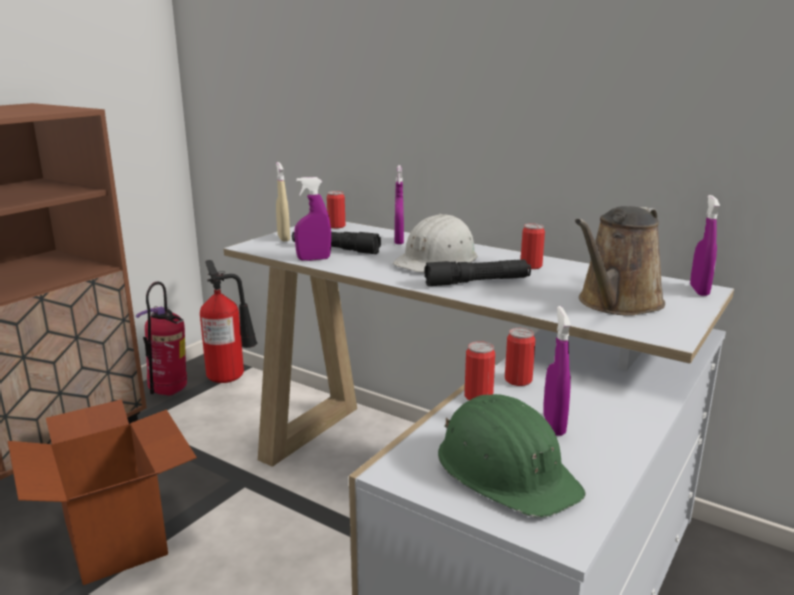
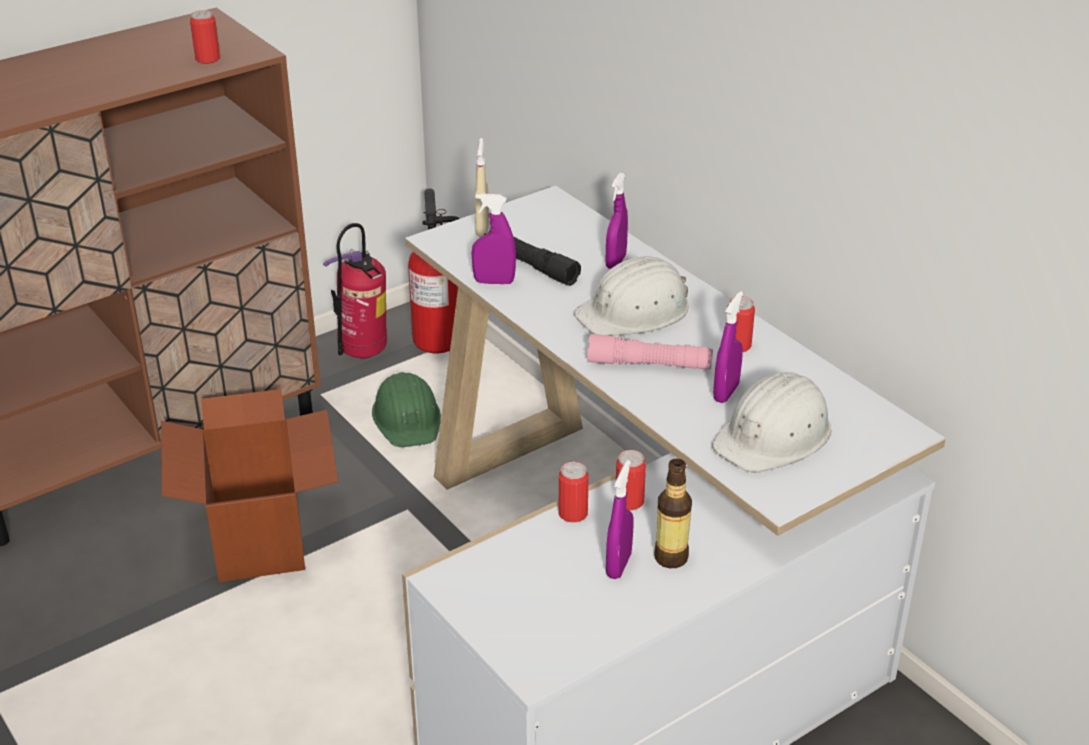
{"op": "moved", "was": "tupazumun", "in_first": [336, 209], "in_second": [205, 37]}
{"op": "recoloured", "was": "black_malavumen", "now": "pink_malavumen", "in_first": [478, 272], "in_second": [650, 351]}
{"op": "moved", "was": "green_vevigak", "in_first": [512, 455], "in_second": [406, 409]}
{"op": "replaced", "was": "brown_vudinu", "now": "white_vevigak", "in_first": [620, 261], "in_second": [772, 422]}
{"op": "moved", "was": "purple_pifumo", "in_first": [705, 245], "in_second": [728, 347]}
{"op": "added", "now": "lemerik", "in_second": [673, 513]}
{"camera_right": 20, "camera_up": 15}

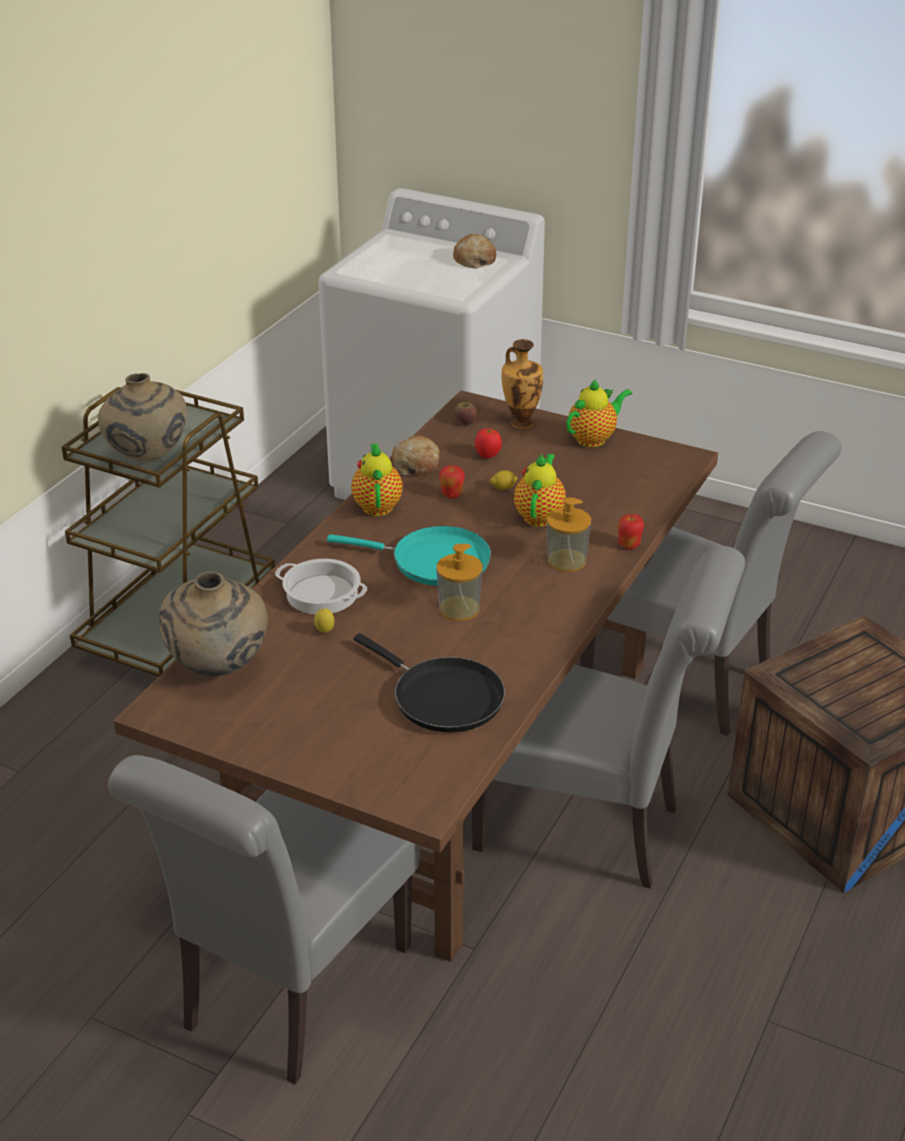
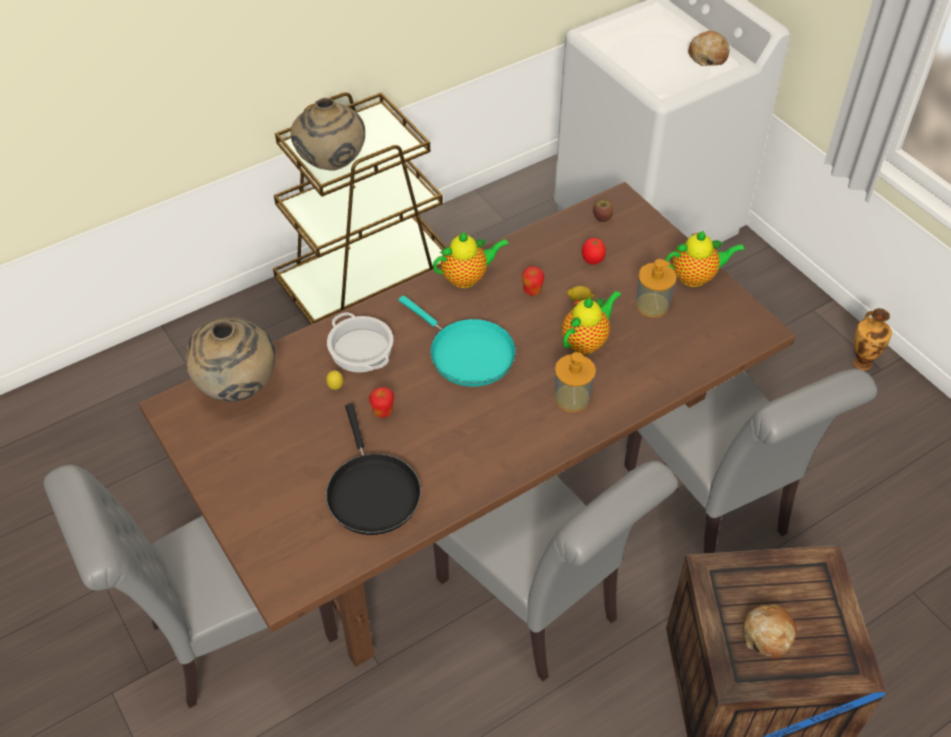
{"op": "turned", "was": "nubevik", "in_first": [377, 480], "in_second": [471, 260], "clockwise": 45}
{"op": "moved", "was": "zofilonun", "in_first": [416, 455], "in_second": [770, 631]}
{"op": "moved", "was": "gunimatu", "in_first": [459, 582], "in_second": [656, 288]}
{"op": "moved", "was": "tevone", "in_first": [522, 384], "in_second": [873, 339]}
{"op": "moved", "was": "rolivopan", "in_first": [631, 532], "in_second": [381, 402]}
{"camera_right": 30, "camera_up": 15}

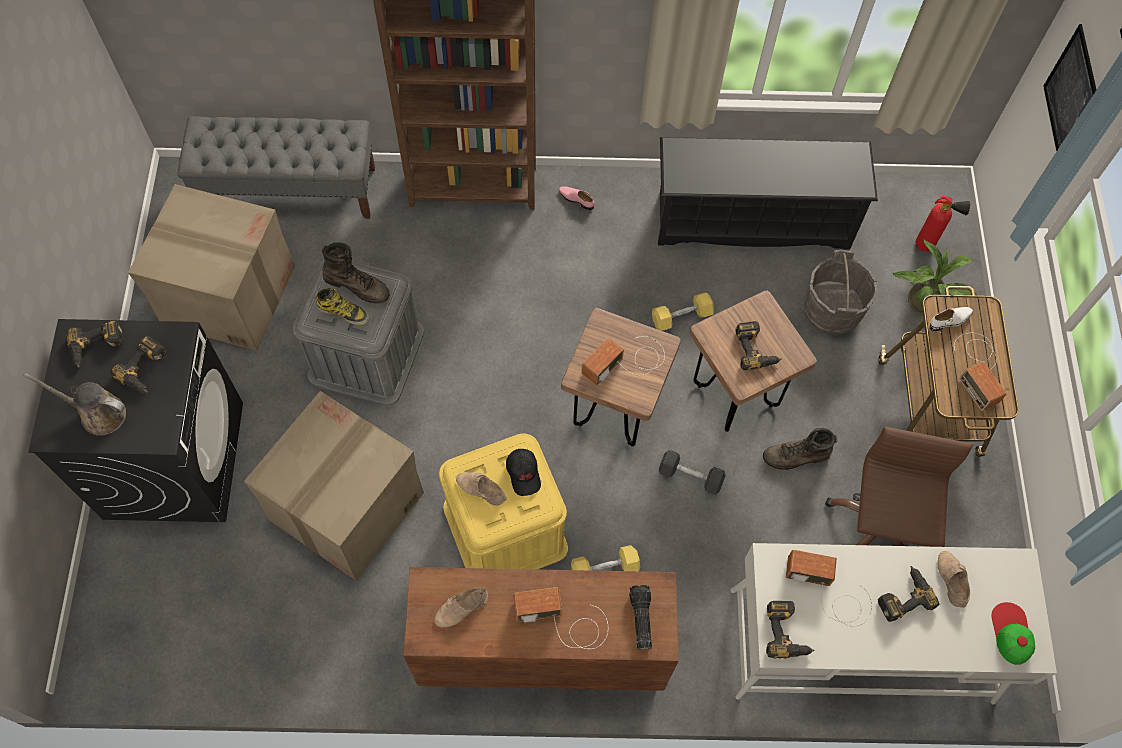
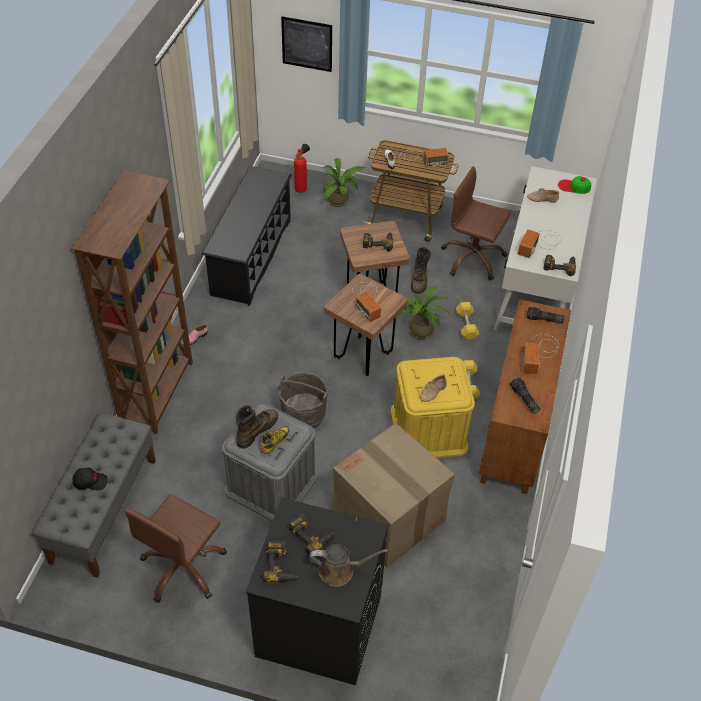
{"op": "turned", "was": "brown_vudinu", "in_first": [74, 404], "in_second": [348, 565], "clockwise": -120}
{"op": "replaced", "was": "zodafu", "now": "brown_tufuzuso", "in_first": [211, 267], "in_second": [175, 548]}
{"op": "replaced", "was": "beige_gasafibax", "now": "malavumen", "in_first": [461, 607], "in_second": [525, 395]}
{"op": "moved", "was": "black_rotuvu", "in_first": [523, 472], "in_second": [90, 479]}
{"op": "moved", "was": "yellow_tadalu", "in_first": [683, 312], "in_second": [467, 321]}
{"op": "replaced", "was": "grey_tadalu", "now": "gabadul", "in_first": [692, 472], "in_second": [423, 313]}
{"op": "moved", "was": "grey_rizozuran", "in_first": [841, 292], "in_second": [304, 400]}
{"op": "removed", "was": "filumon", "in_first": [909, 594]}
{"camera_right": -75, "camera_up": -15}

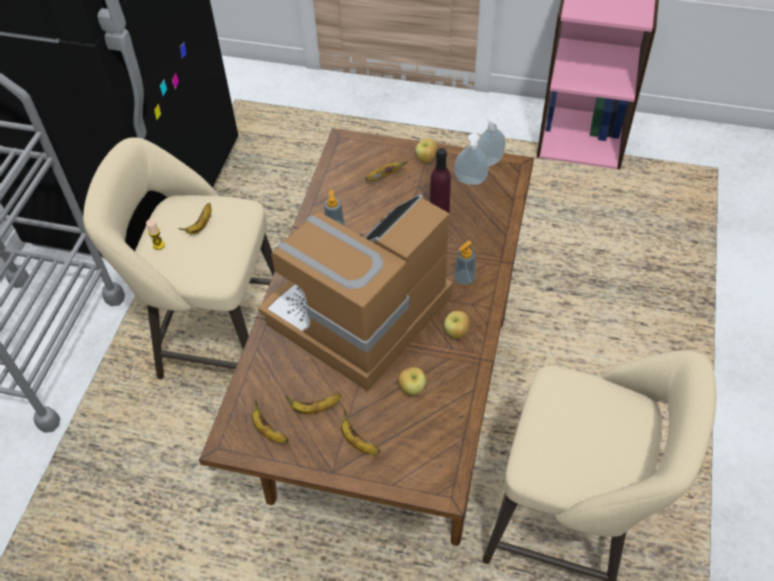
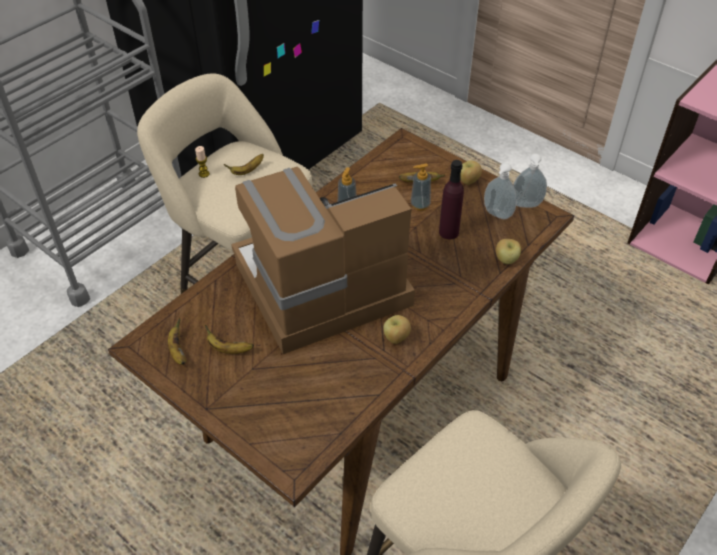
{"op": "removed", "was": "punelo", "in_first": [360, 432]}
{"op": "moved", "was": "rolivopan", "in_first": [412, 381], "in_second": [508, 251]}
{"op": "moved", "was": "gunimatu", "in_first": [465, 264], "in_second": [421, 186]}
{"camera_right": 25, "camera_up": -5}

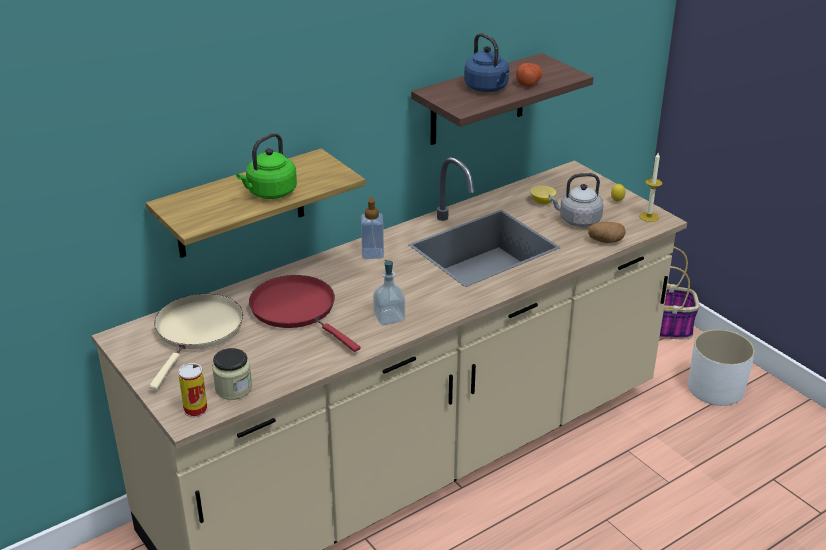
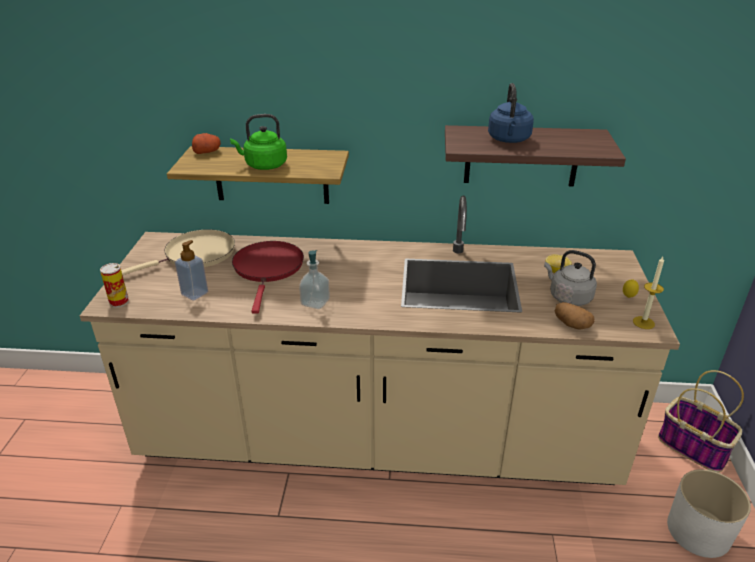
{"op": "removed", "was": "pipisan", "in_first": [232, 374]}
{"op": "moved", "was": "gunimatu", "in_first": [372, 228], "in_second": [191, 270]}
{"op": "moved", "was": "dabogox", "in_first": [529, 75], "in_second": [206, 143]}
{"camera_right": 40, "camera_up": 0}

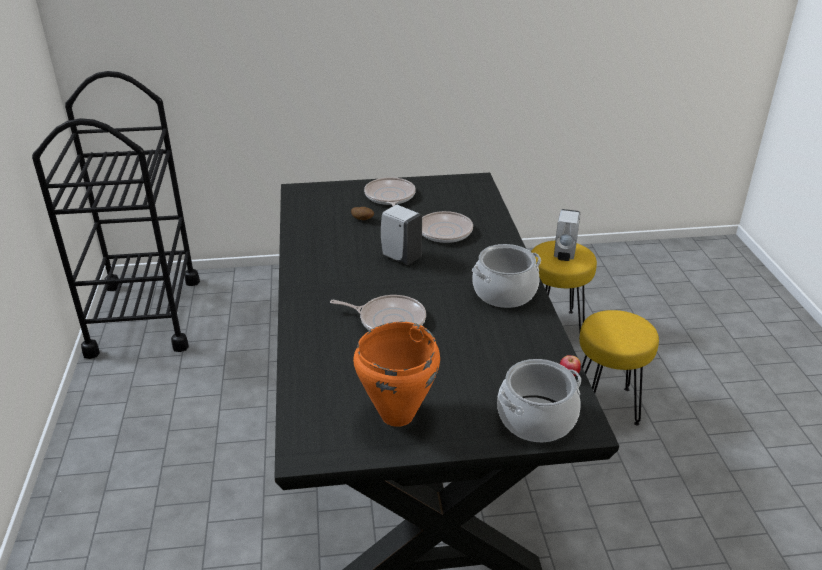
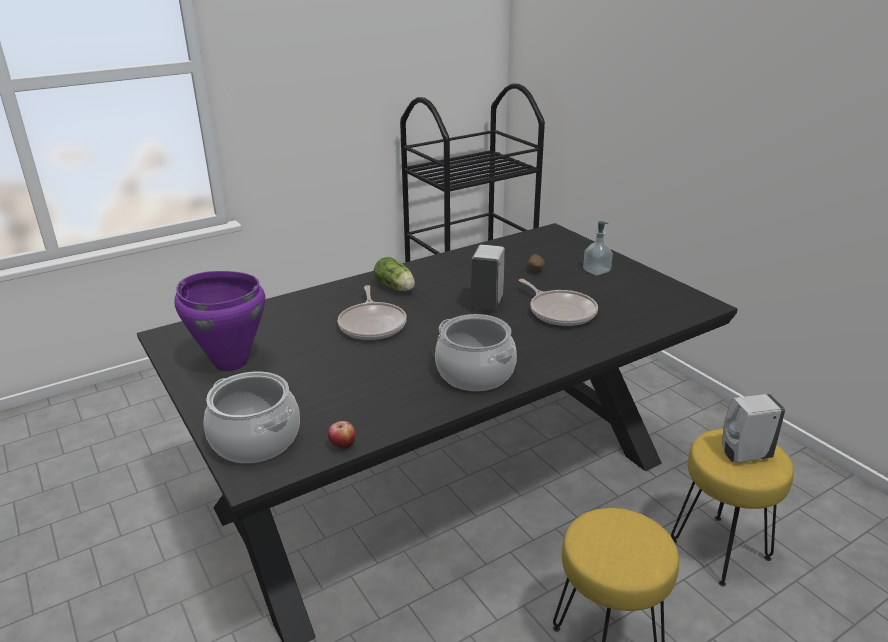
{"op": "recoloured", "was": "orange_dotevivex", "now": "purple_dotevivex", "in_first": [396, 374], "in_second": [219, 321]}
{"op": "replaced", "was": "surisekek", "now": "gunimatu", "in_first": [390, 191], "in_second": [598, 248]}
{"op": "added", "now": "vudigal", "in_second": [394, 274]}
{"camera_right": 65, "camera_up": -5}

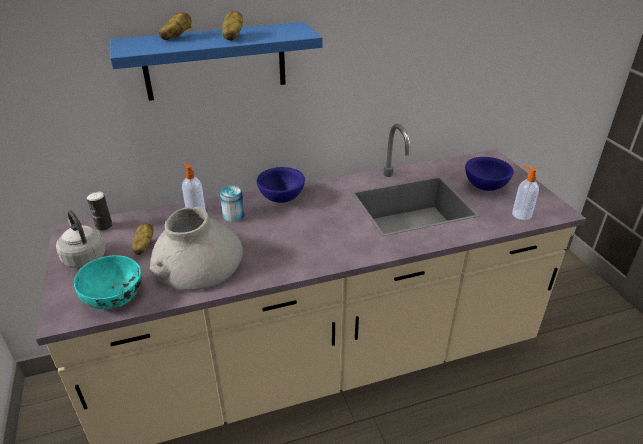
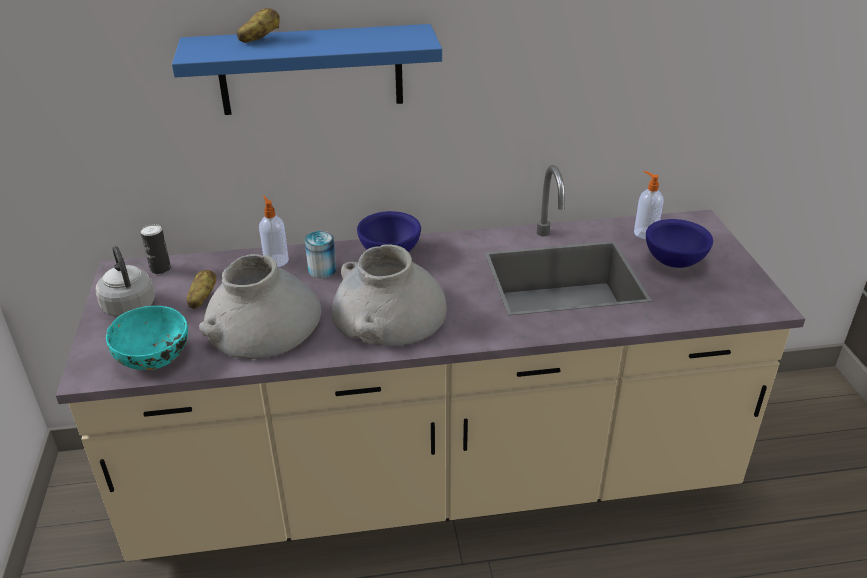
{"op": "removed", "was": "dabogox", "in_first": [232, 26]}
{"op": "moved", "was": "gunimatu", "in_first": [525, 192], "in_second": [649, 205]}
{"op": "added", "now": "grey_tevone", "in_second": [389, 295]}
{"camera_right": 10, "camera_up": 0}

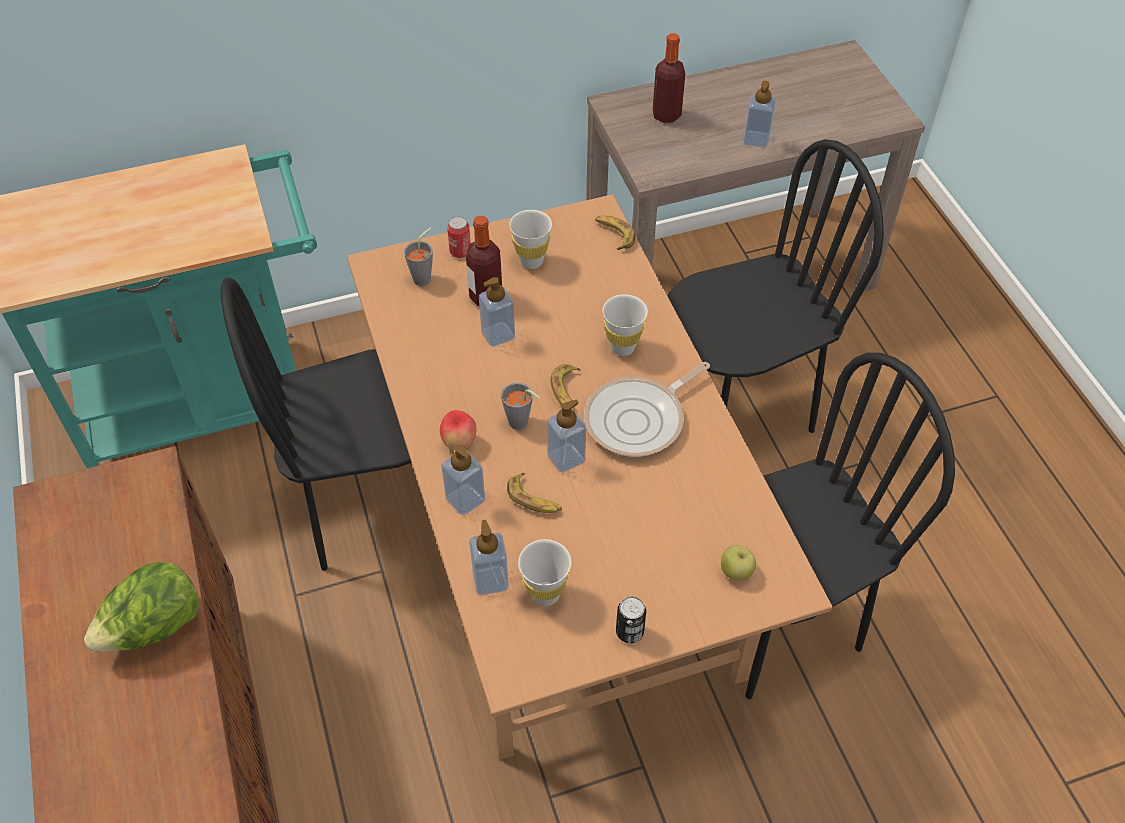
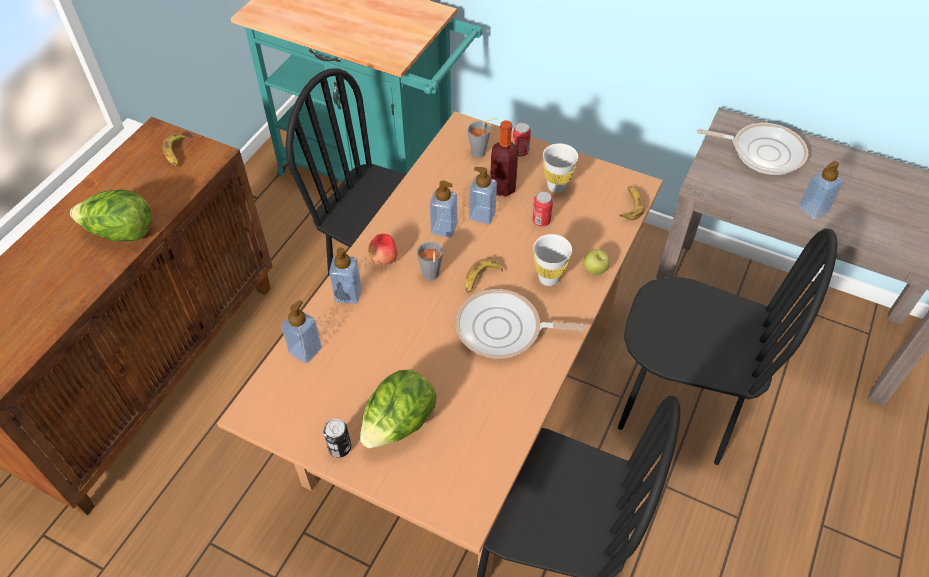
{"op": "moved", "was": "punelo", "in_first": [534, 493], "in_second": [175, 149]}
{"op": "removed", "was": "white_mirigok", "in_first": [544, 572]}
{"op": "moved", "was": "gunimatu", "in_first": [566, 436], "in_second": [443, 208]}
{"op": "replaced", "was": "lemerik", "now": "surisekek", "in_first": [669, 78], "in_second": [752, 149]}
{"op": "moved", "was": "rolivopan", "in_first": [738, 562], "in_second": [596, 262]}
{"op": "added", "now": "vudigal", "in_second": [398, 408]}
{"op": "added", "now": "tupazumun", "in_second": [542, 209]}
{"camera_right": 45, "camera_up": 0}

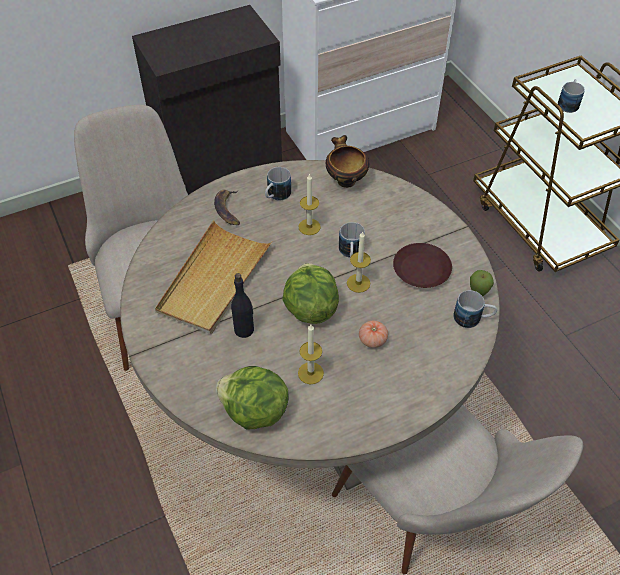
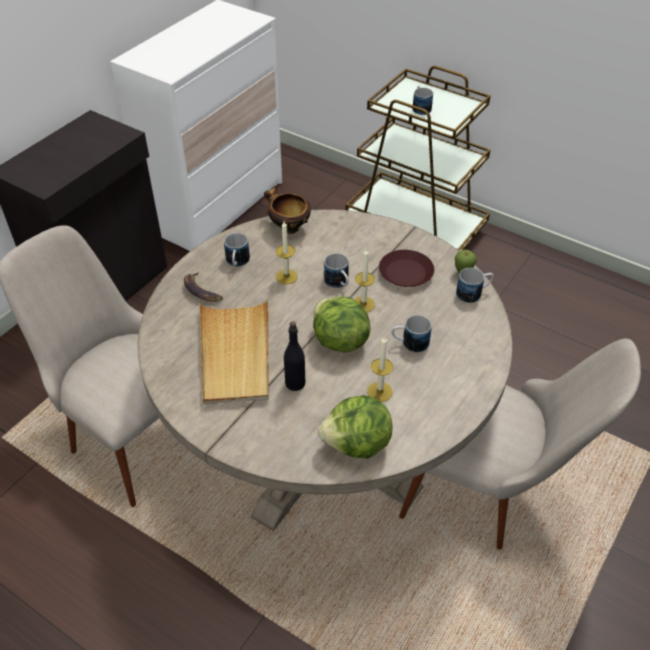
{"op": "replaced", "was": "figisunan", "now": "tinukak", "in_first": [373, 334], "in_second": [411, 333]}
{"camera_right": -30, "camera_up": -5}

